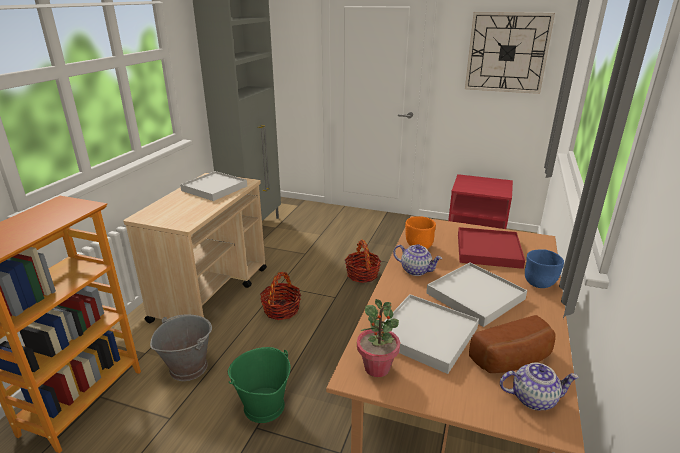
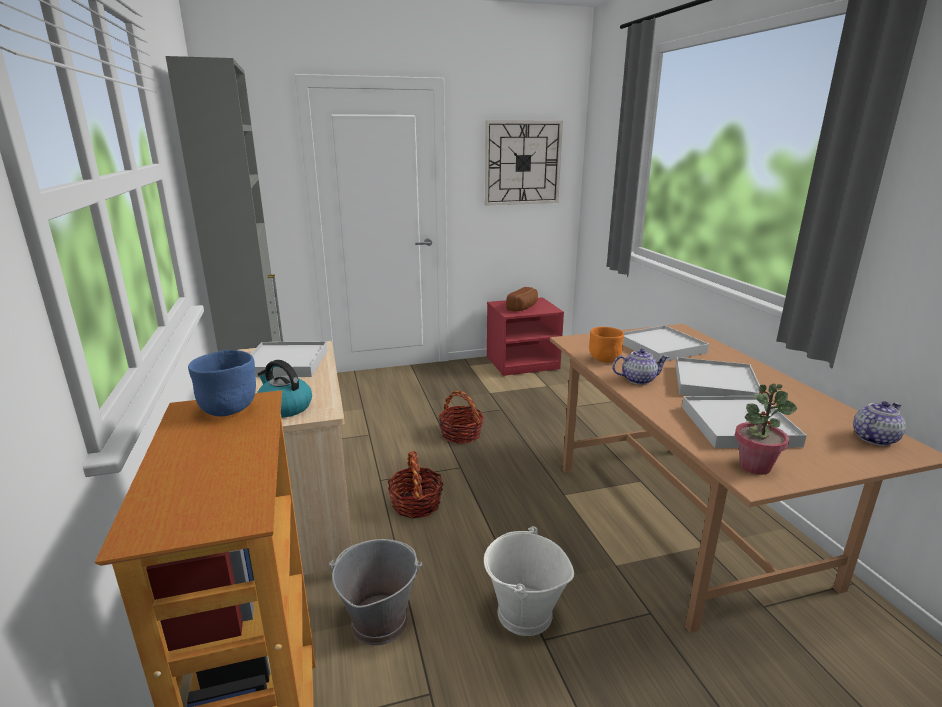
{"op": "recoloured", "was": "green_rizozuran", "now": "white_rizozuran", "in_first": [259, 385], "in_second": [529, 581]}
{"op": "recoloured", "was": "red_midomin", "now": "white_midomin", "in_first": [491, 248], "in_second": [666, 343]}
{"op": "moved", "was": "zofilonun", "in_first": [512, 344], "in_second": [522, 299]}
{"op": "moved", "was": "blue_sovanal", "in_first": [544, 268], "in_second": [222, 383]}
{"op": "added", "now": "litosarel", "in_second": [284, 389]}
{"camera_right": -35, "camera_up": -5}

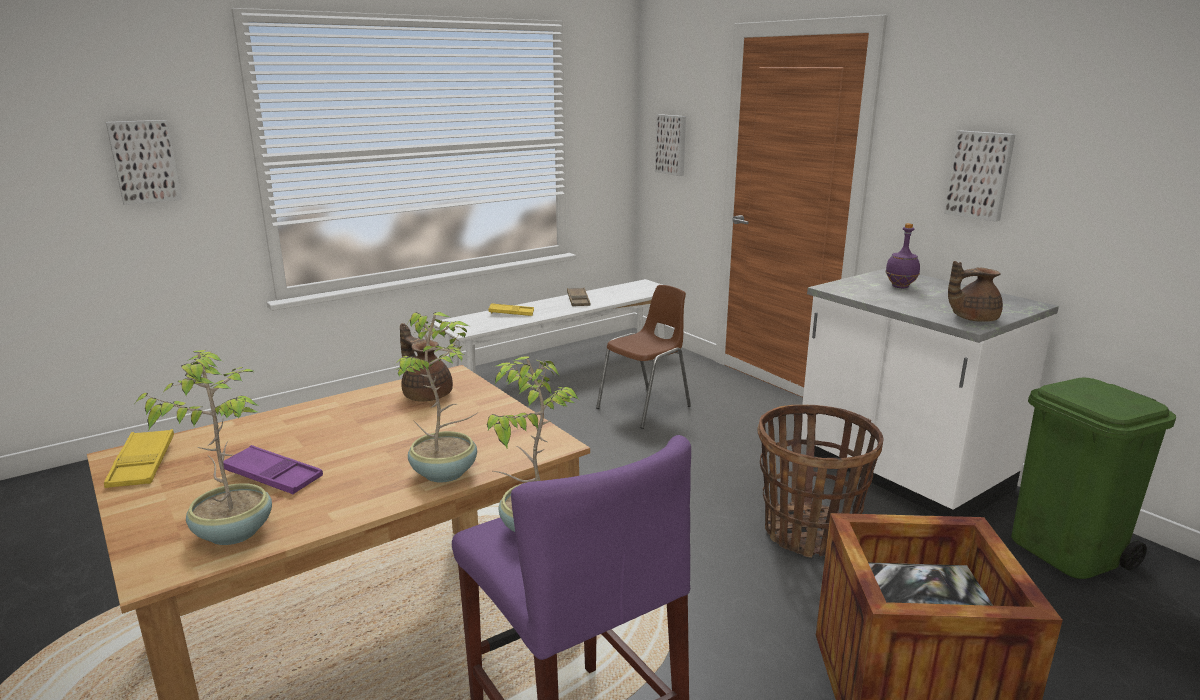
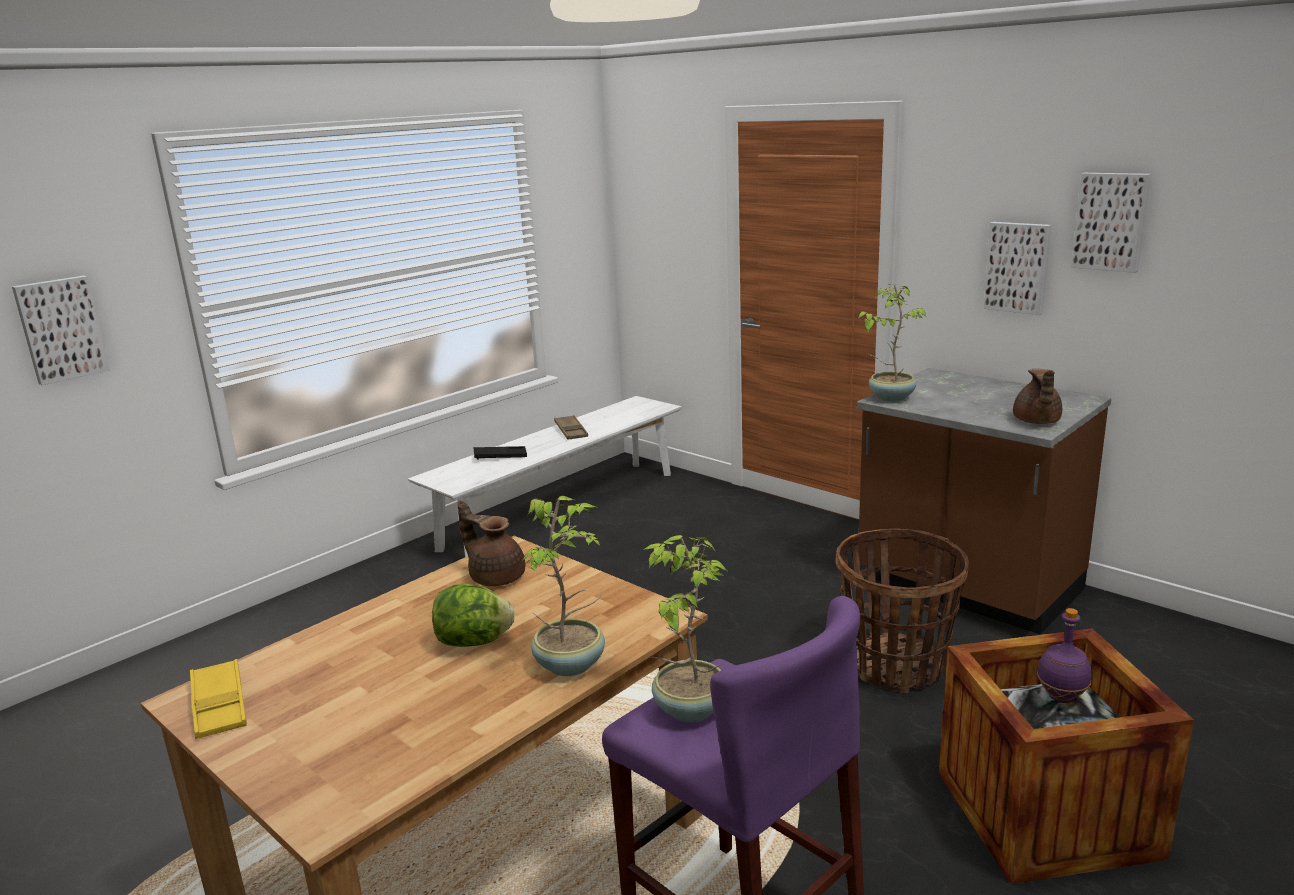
{"op": "moved", "was": "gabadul", "in_first": [203, 447], "in_second": [892, 343]}
{"op": "removed", "was": "purple_midomin", "in_first": [273, 469]}
{"op": "recoloured", "was": "yellow_midomin", "now": "black_midomin", "in_first": [511, 309], "in_second": [500, 453]}
{"op": "removed", "was": "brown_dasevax", "in_first": [643, 357]}
{"op": "moved", "was": "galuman", "in_first": [670, 145], "in_second": [1111, 223]}
{"op": "recoloured", "was": "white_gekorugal", "now": "brown_gekorugal", "in_first": [930, 392], "in_second": [984, 501]}
{"op": "moved", "was": "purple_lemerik", "in_first": [902, 255], "in_second": [1064, 655]}
{"op": "turned", "was": "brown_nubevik", "in_first": [975, 291], "in_second": [1037, 396], "clockwise": -60}
{"op": "removed", "was": "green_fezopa", "in_first": [1093, 478]}
{"op": "added", "now": "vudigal", "in_second": [473, 615]}
{"camera_right": -10, "camera_up": 0}

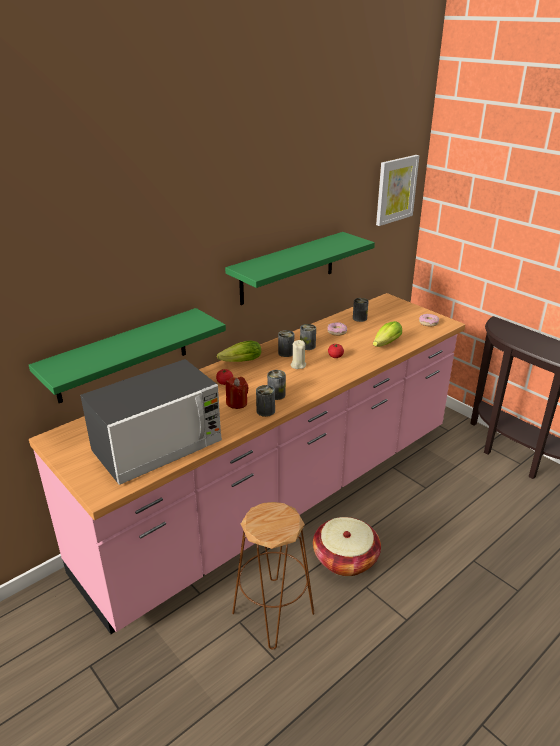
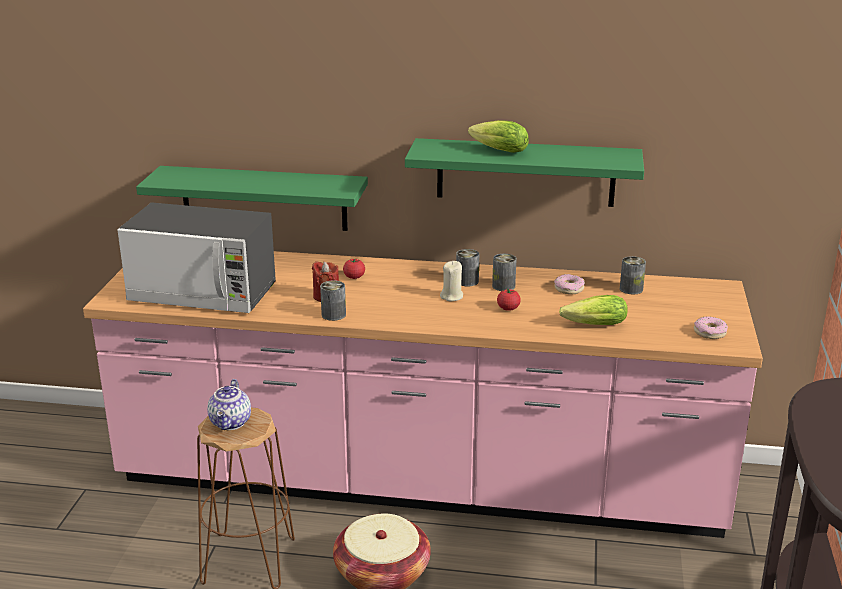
{"op": "moved", "was": "vudigal", "in_first": [239, 351], "in_second": [498, 136]}
{"op": "removed", "was": "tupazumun", "in_first": [276, 385]}
{"op": "removed", "was": "galuman", "in_first": [397, 190]}
{"op": "added", "now": "nubevik", "in_second": [229, 404]}
{"camera_right": 50, "camera_up": -5}

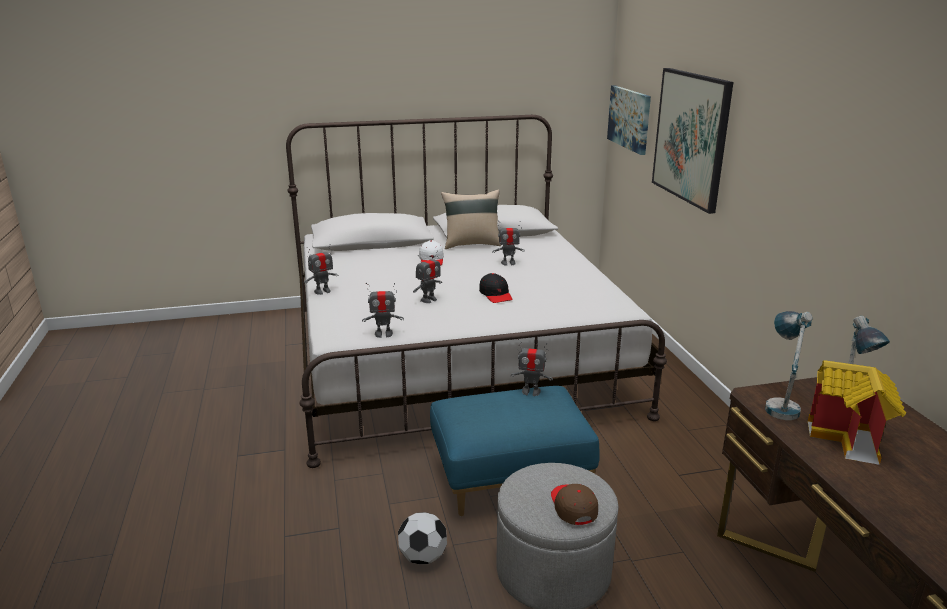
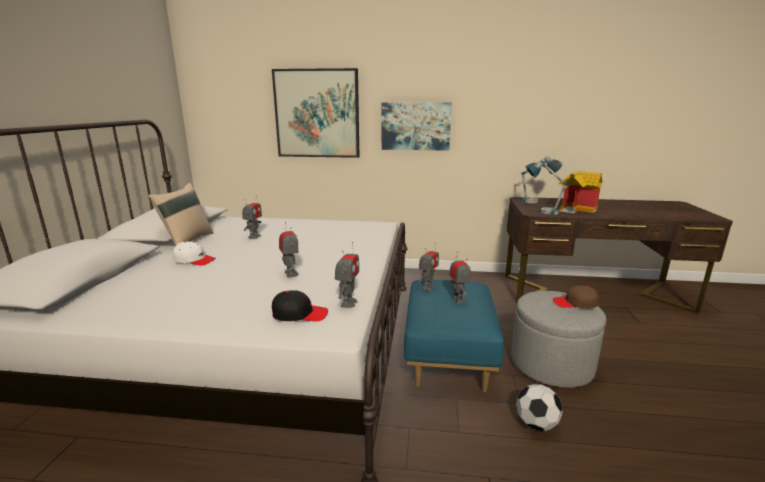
{"op": "moved", "was": "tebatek", "in_first": [321, 269], "in_second": [460, 279]}
{"op": "moved", "was": "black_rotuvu", "in_first": [495, 288], "in_second": [300, 305]}
{"op": "moved", "was": "galuman", "in_first": [629, 120], "in_second": [417, 127]}
{"camera_right": -70, "camera_up": -5}

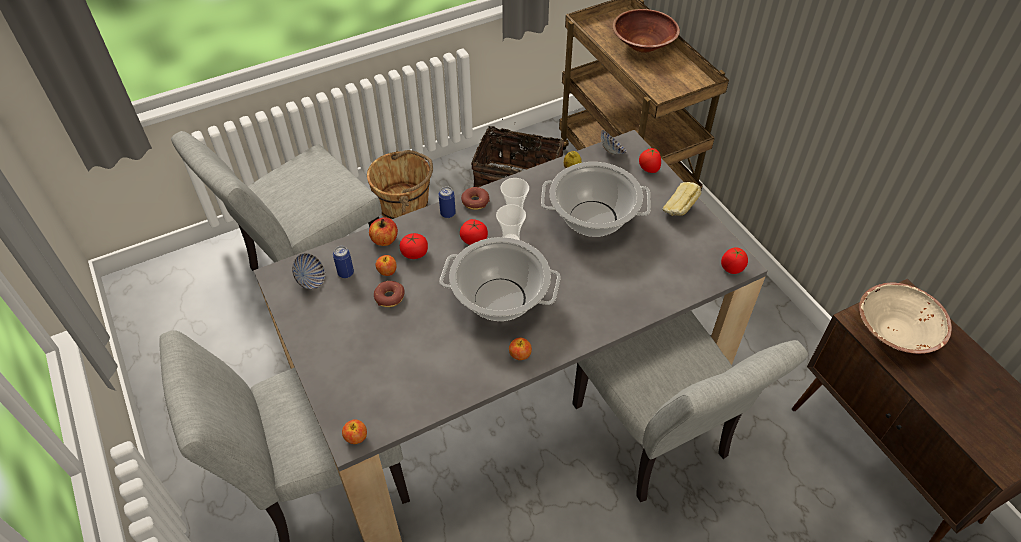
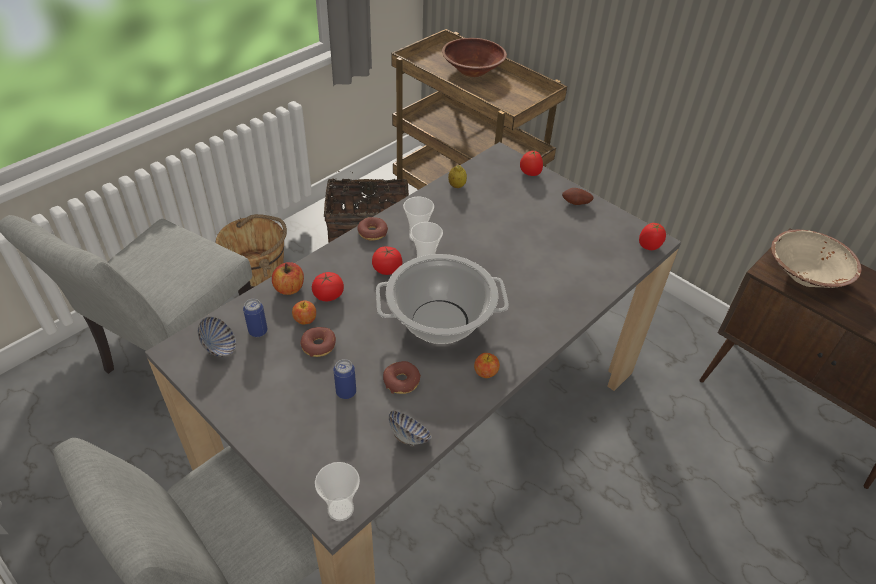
{"op": "replaced", "was": "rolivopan", "now": "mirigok", "in_first": [354, 431], "in_second": [337, 491]}
{"op": "moved", "was": "tupazumun", "in_first": [447, 202], "in_second": [345, 379]}
{"op": "removed", "was": "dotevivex", "in_first": [596, 199]}
{"op": "removed", "was": "grey_dasevax", "in_first": [690, 406]}
{"op": "moved", "was": "sovanal", "in_first": [614, 143], "in_second": [410, 429]}
{"op": "replaced", "was": "zofilonun", "now": "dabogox", "in_first": [681, 199], "in_second": [578, 196]}
{"op": "added", "now": "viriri", "in_second": [402, 377]}
{"camera_right": -20, "camera_up": -5}

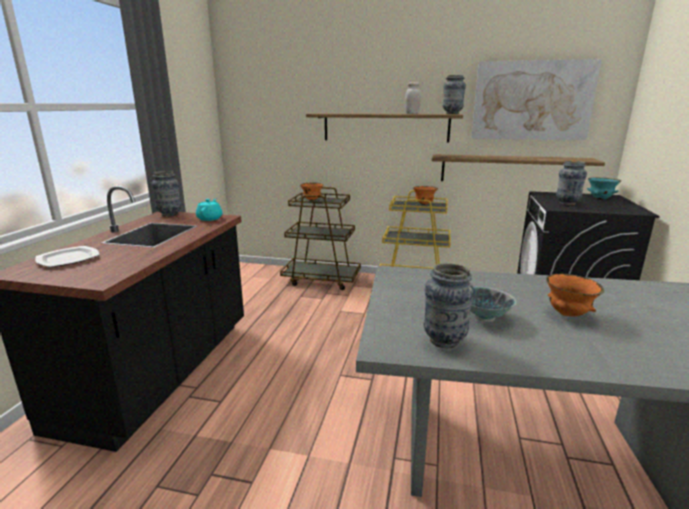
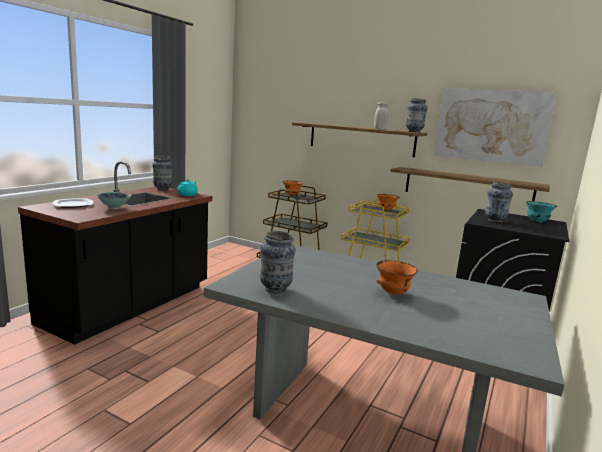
{"op": "moved", "was": "sovanal", "in_first": [493, 304], "in_second": [114, 200]}
{"camera_right": 15, "camera_up": -5}

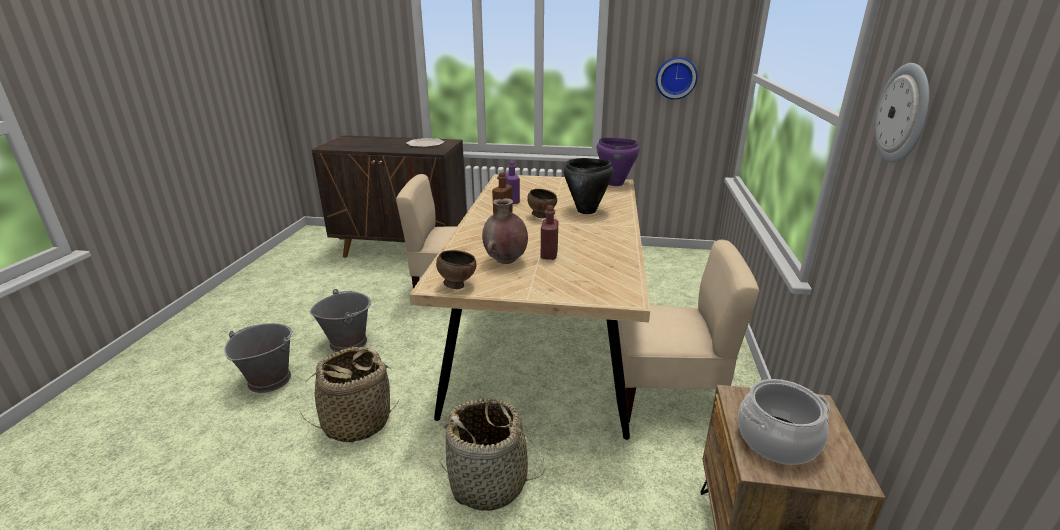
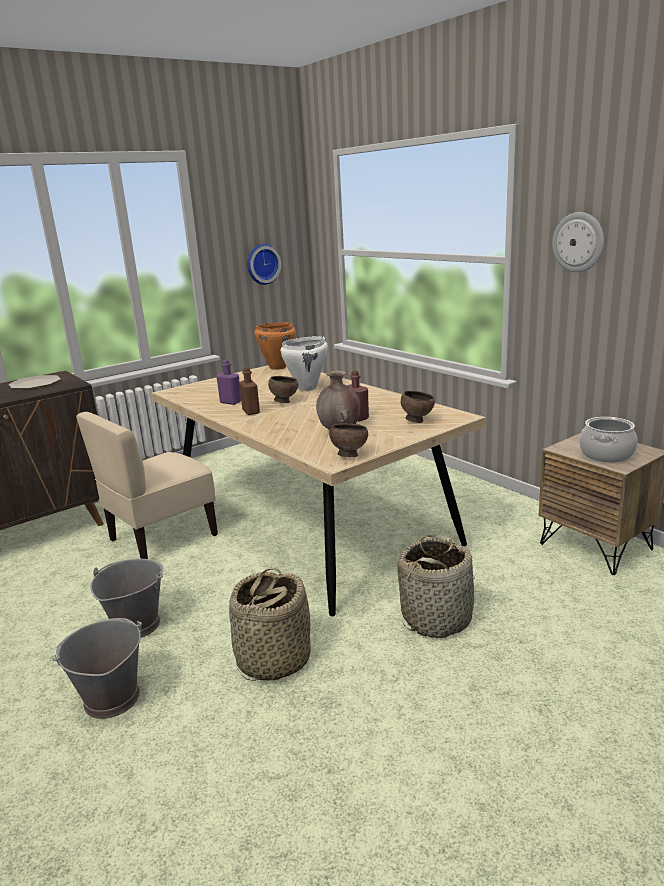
{"op": "recoloured", "was": "black_dotevivex", "now": "white_dotevivex", "in_first": [588, 186], "in_second": [304, 363]}
{"op": "recoloured", "was": "purple_dotevivex", "now": "orange_dotevivex", "in_first": [618, 162], "in_second": [275, 346]}
{"op": "removed", "was": "beige_dasevax", "in_first": [689, 331]}
{"op": "added", "now": "brown_sovanal", "in_second": [418, 407]}
{"camera_right": -45, "camera_up": -5}

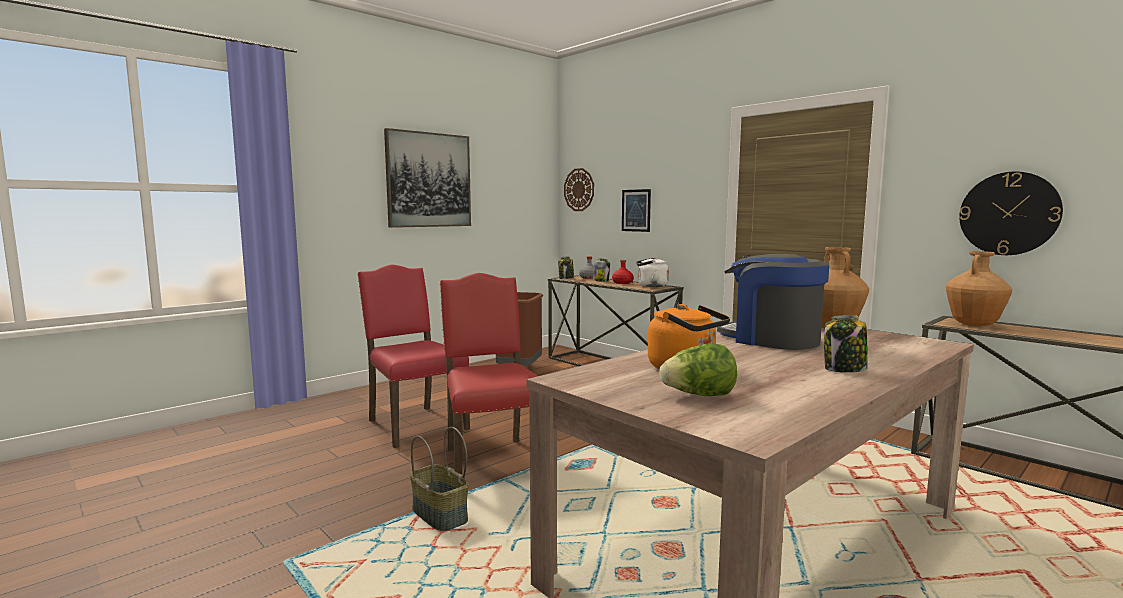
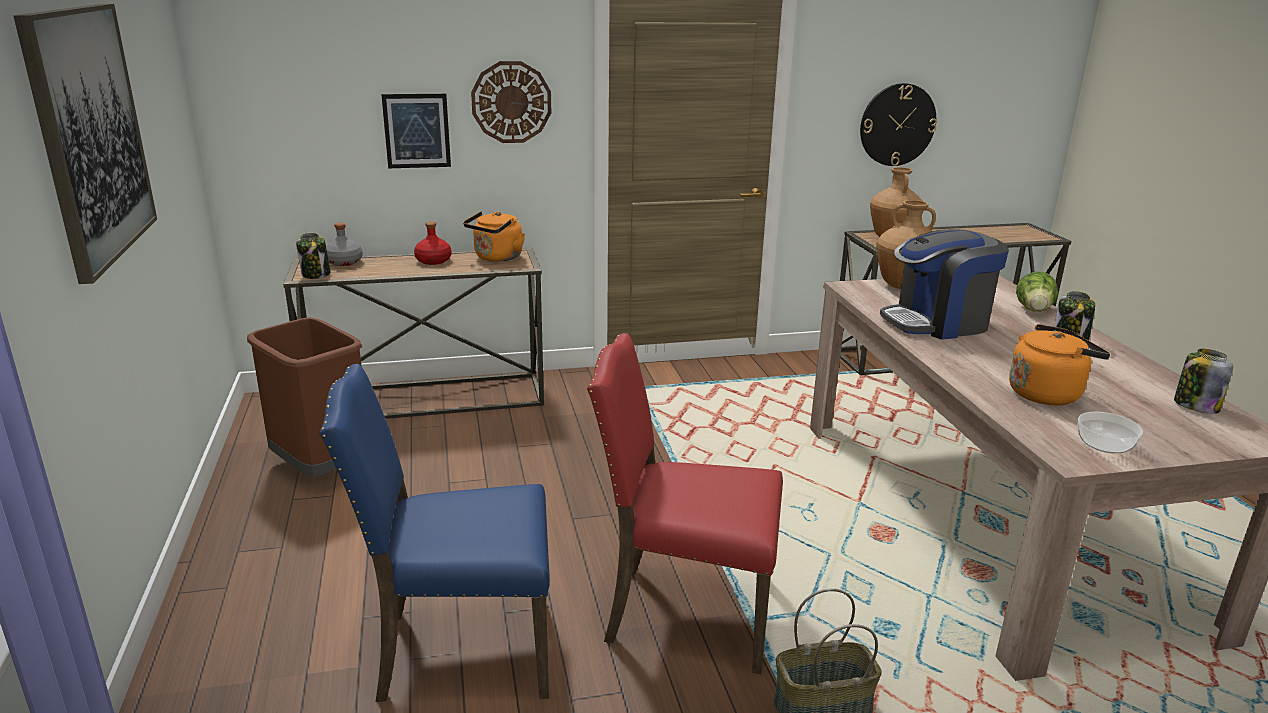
{"op": "recoloured", "was": "red_dasevax", "now": "blue_dasevax", "in_first": [414, 356], "in_second": [434, 533]}
{"op": "moved", "was": "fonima", "in_first": [579, 189], "in_second": [511, 102]}
{"op": "moved", "was": "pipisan", "in_first": [601, 270], "in_second": [1203, 381]}
{"op": "recoloured", "was": "white_litosarel", "now": "orange_litosarel", "in_first": [652, 272], "in_second": [494, 236]}
{"op": "moved", "was": "vudigal", "in_first": [698, 369], "in_second": [1037, 292]}
{"op": "added", "now": "sovanal", "in_second": [1110, 432]}
{"camera_right": -60, "camera_up": 15}

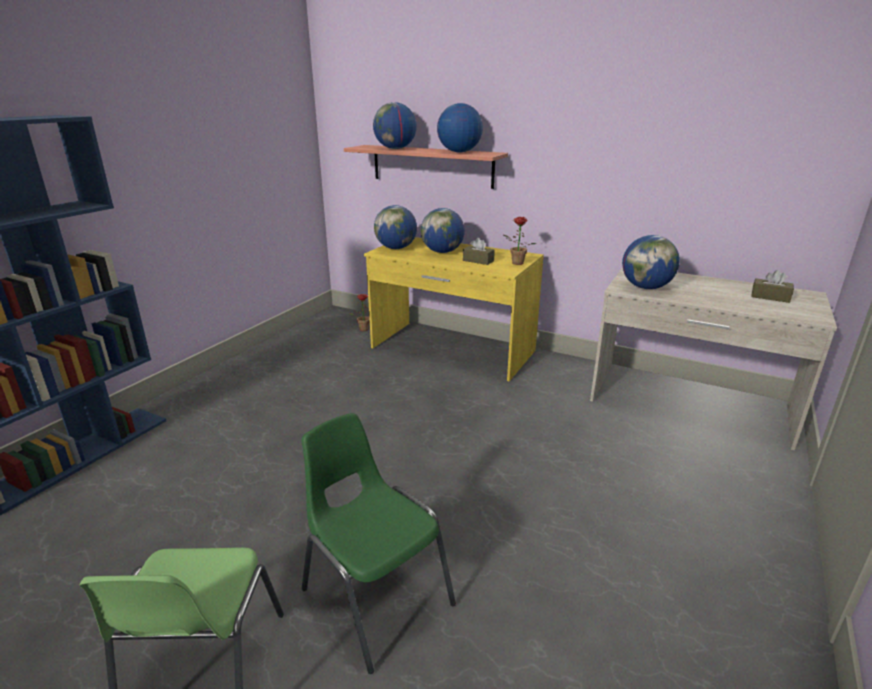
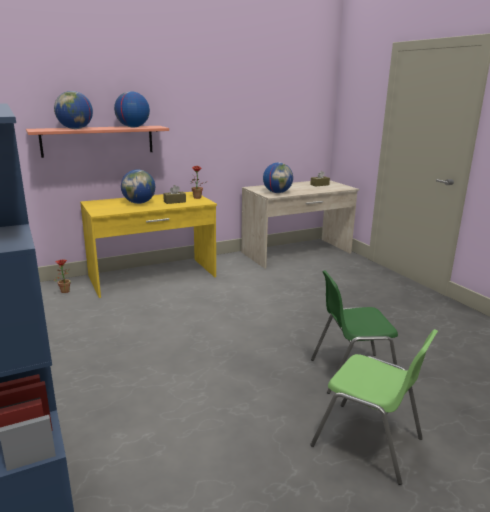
{"op": "removed", "was": "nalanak", "in_first": [395, 227]}
{"camera_right": -55, "camera_up": -5}

